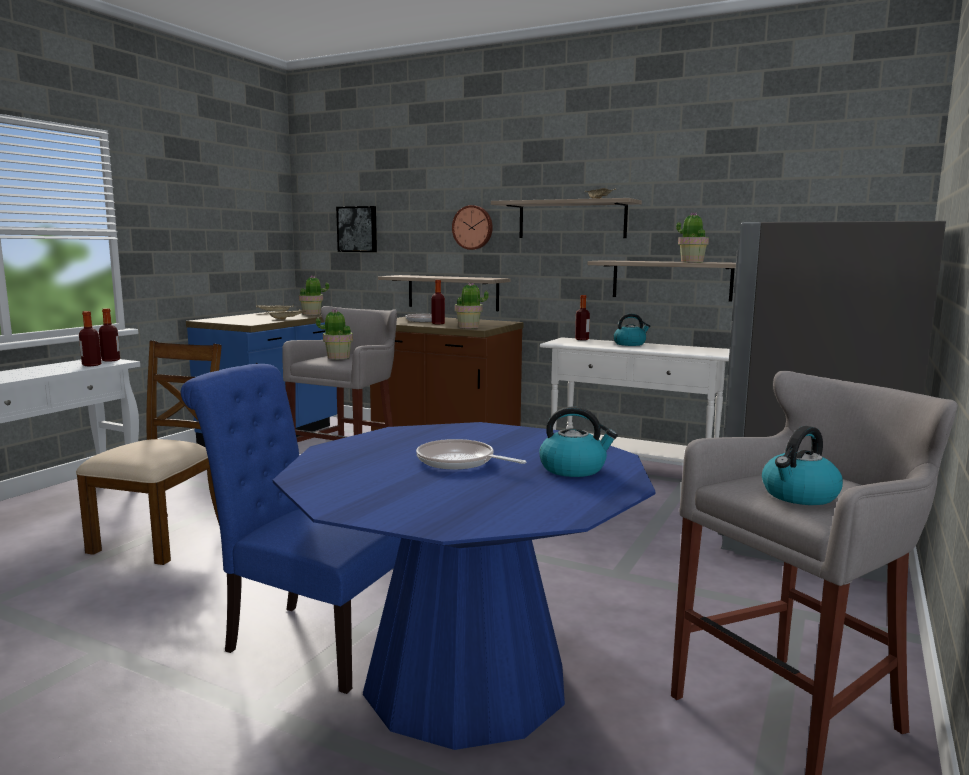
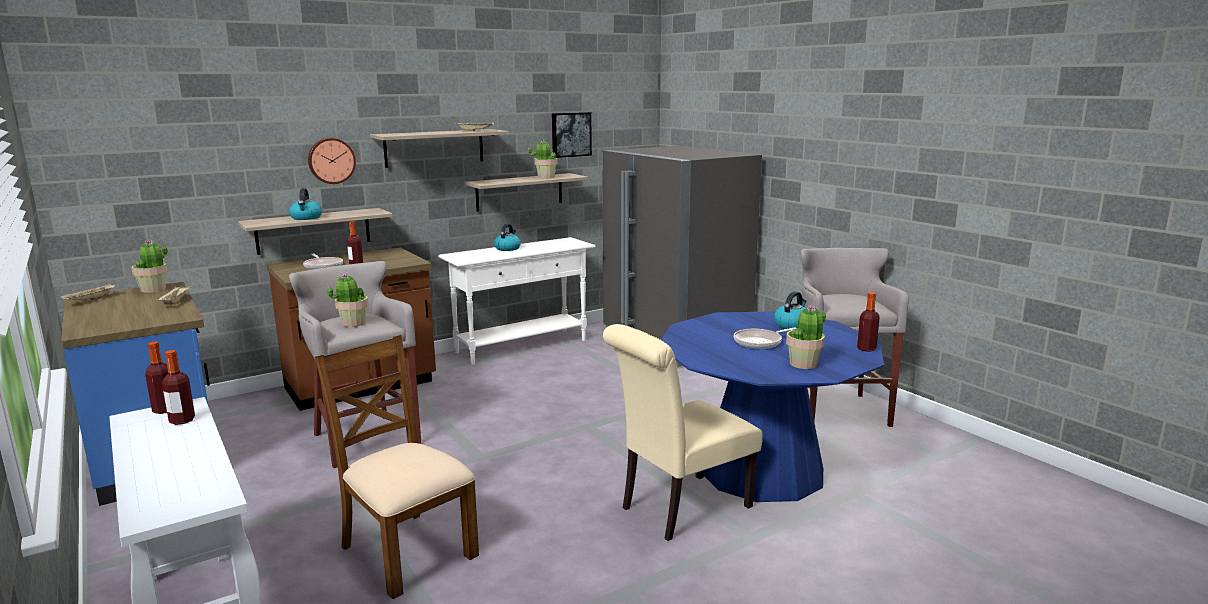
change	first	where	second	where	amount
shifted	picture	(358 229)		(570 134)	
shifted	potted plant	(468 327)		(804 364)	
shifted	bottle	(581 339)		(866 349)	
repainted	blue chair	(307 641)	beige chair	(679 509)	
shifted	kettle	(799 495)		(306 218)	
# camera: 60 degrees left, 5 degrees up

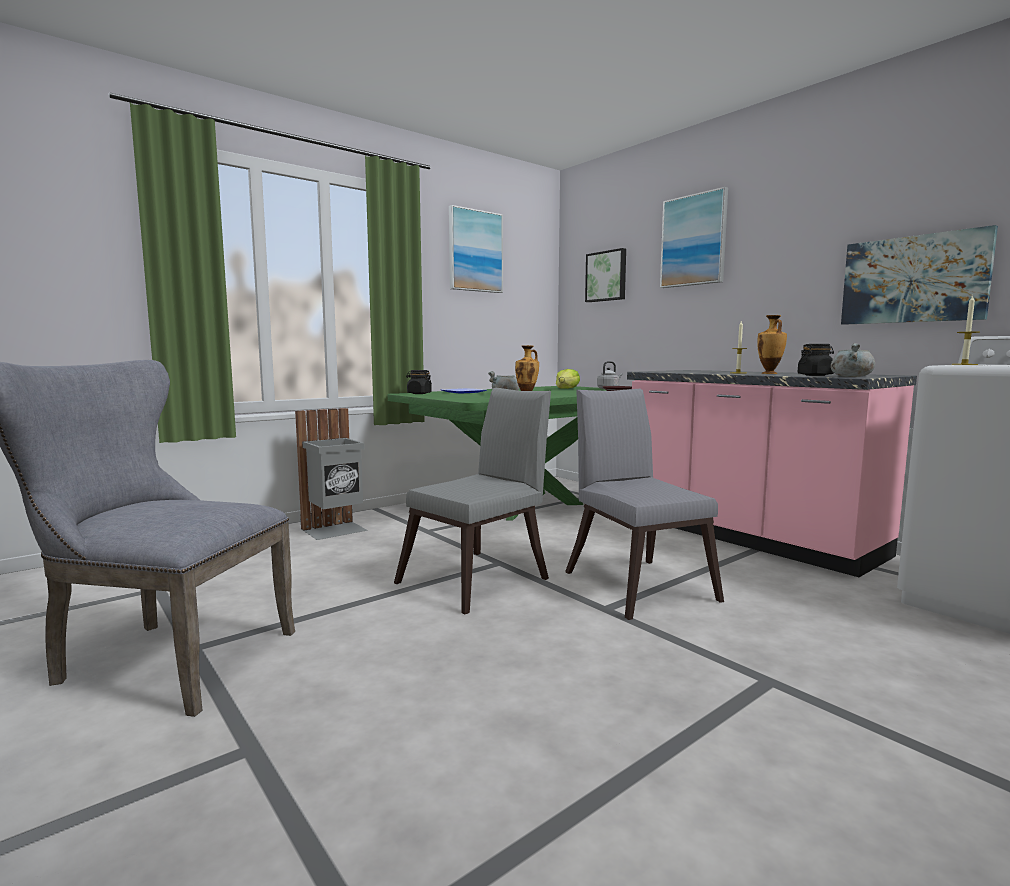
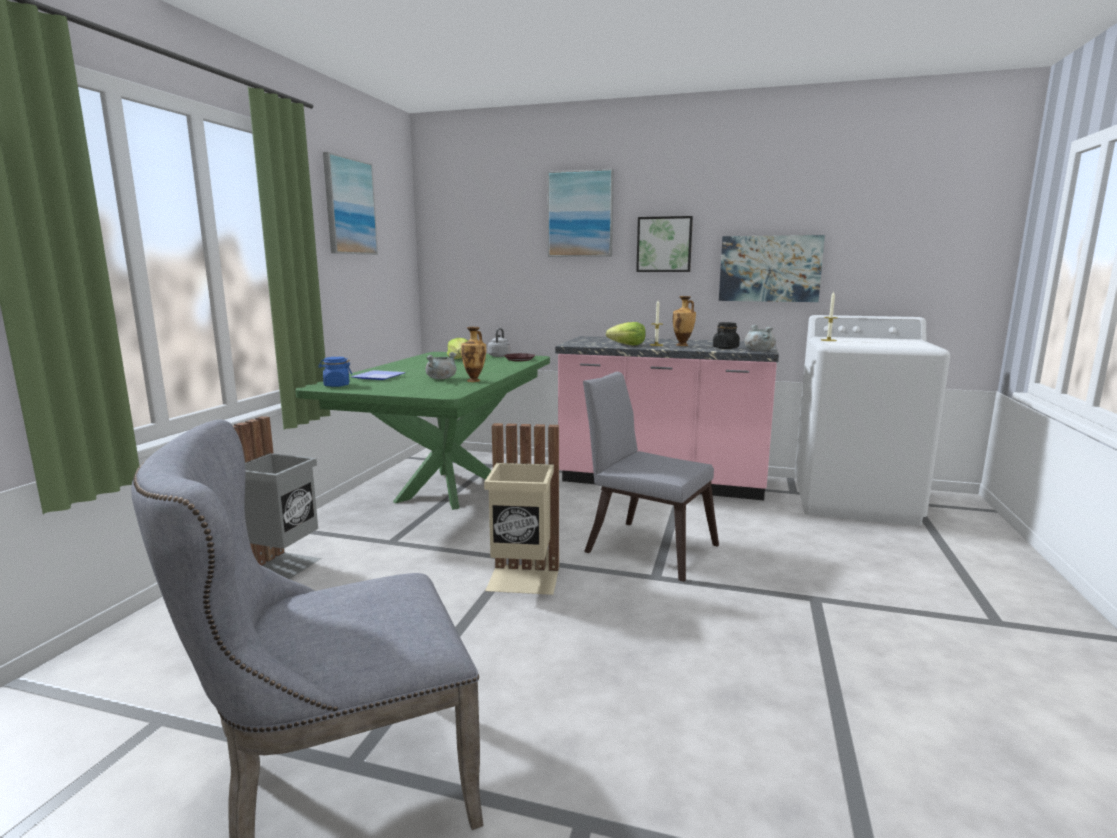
change	first	where	second	where	amount
shifted	picture	(607 276)		(664 244)	
repainted	black jar	(419 393)	blue jar	(336 385)	
swapped	grey chair	(481 579)	beige trash can	(523 580)	
new			lettuce	(627 345)	
# camera: 35 degrees left, 5 degrees up

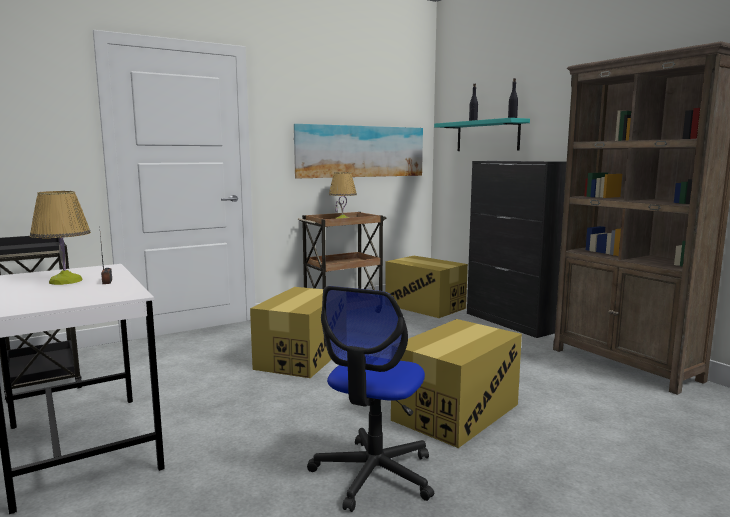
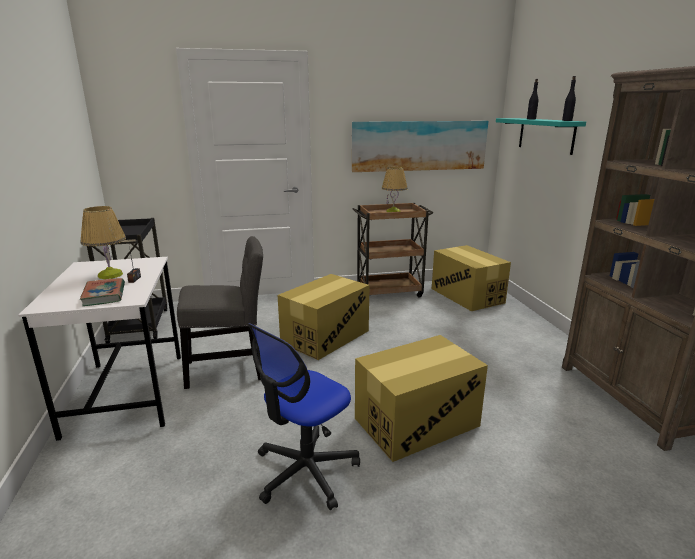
change	first	where	second	where	amount
gone	black cabinet	(510 322)			
new			grey chair	(229 369)	
new			book	(104 295)	
# camera: 20 degrees right, 10 degrees up

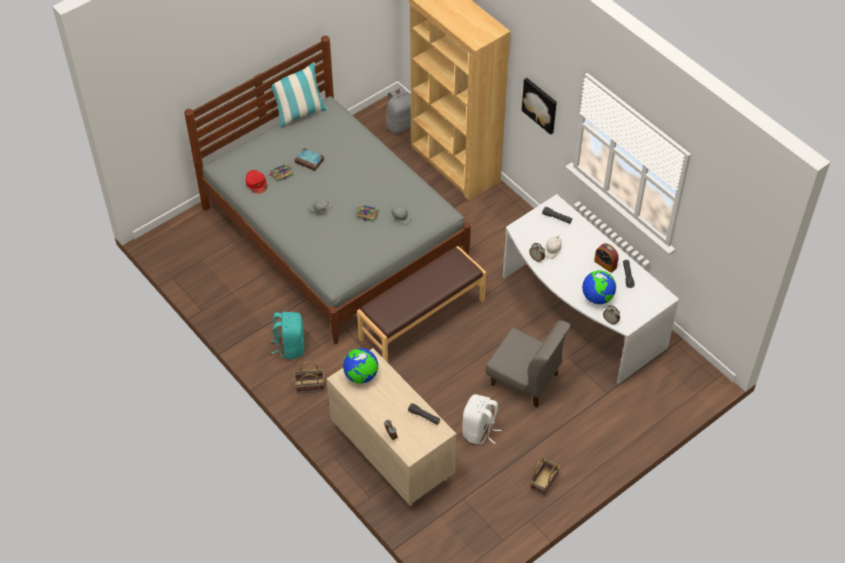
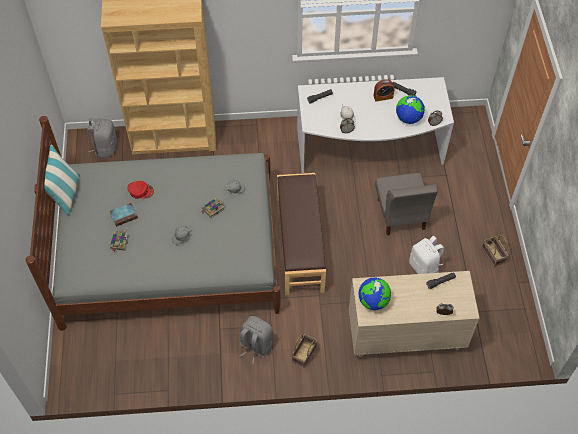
change	first	where	second	where	amount
gone	picture	(540 105)			
shifted	red cap	(256 183)		(141 191)	
repainted	turquoise backpack	(290 346)	grey backpack	(255 346)	
rotated	grey chair	(525 379)		(400 214)	105 degrees clockwise
# camera: 55 degrees left, 5 degrees up

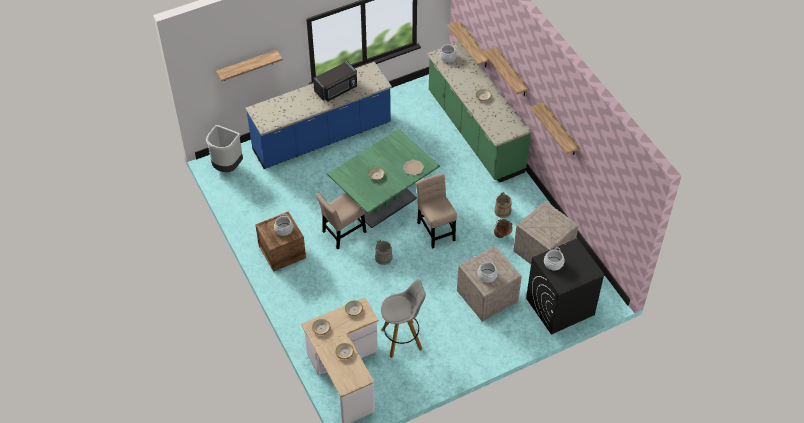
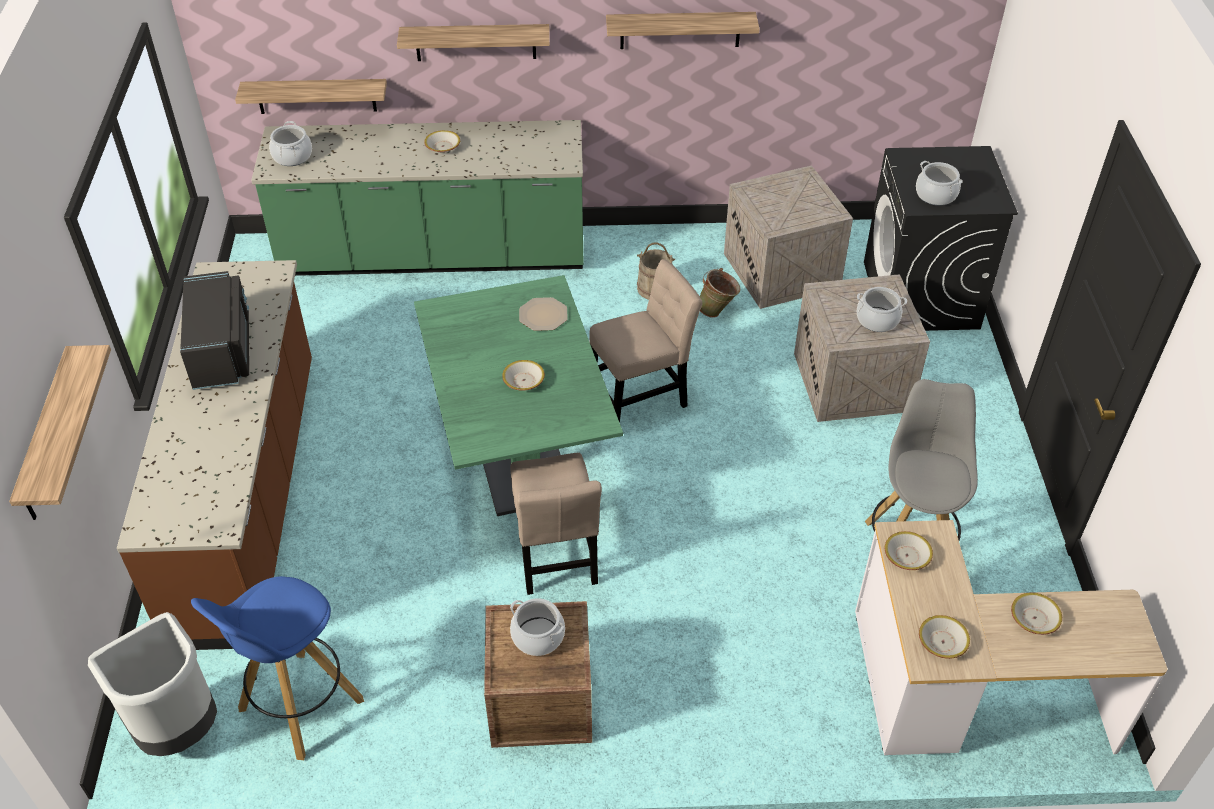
change	first	where	second	where	amount
repainted	blue counter	(322 138)	brown counter	(250 497)	
rotated	beige chair	(435 229)		(641 398)	150 degrees clockwise
gone	grey bucket	(383 257)			
new			blue stool	(299 706)	
# camera: 65 degrees left, 5 degrees down

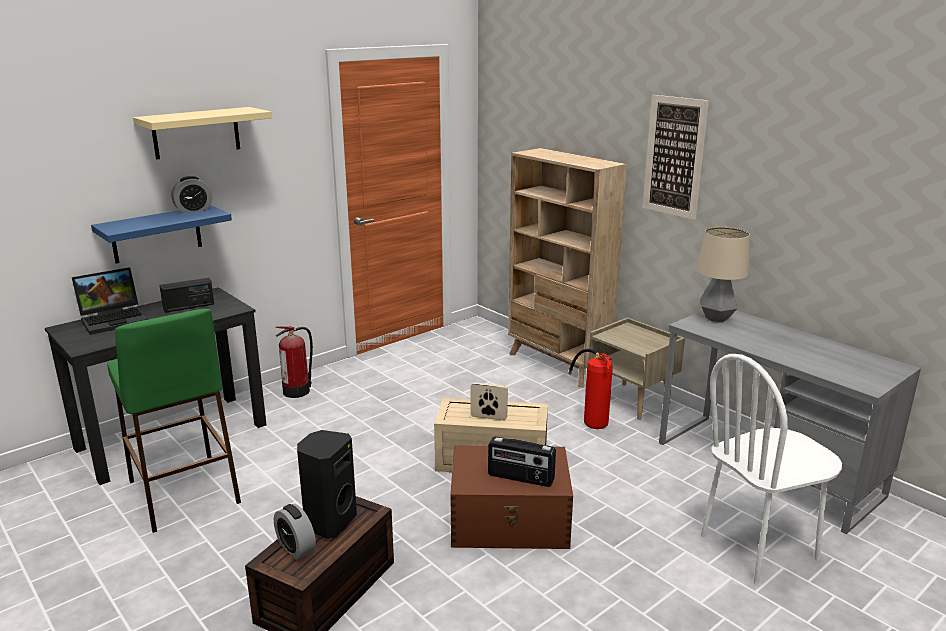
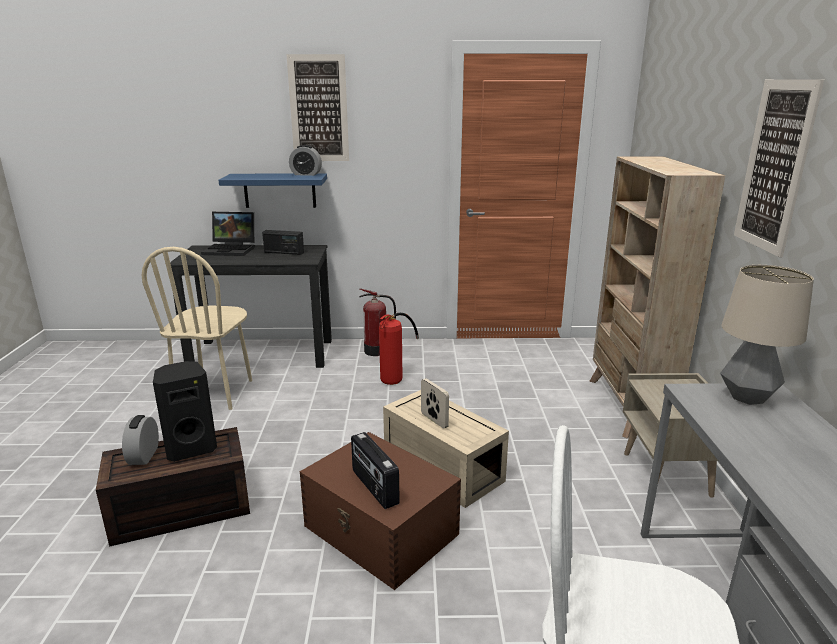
change	first	where	second	where	amount
swapped	beige shelf	(196 133)	picture	(319 109)	
swapped	green stool	(184 492)	beige chair	(214 393)	
shifted	fire extinguisher	(590 417)		(397 375)	
# camera: 40 degrees right, 0 degrees up

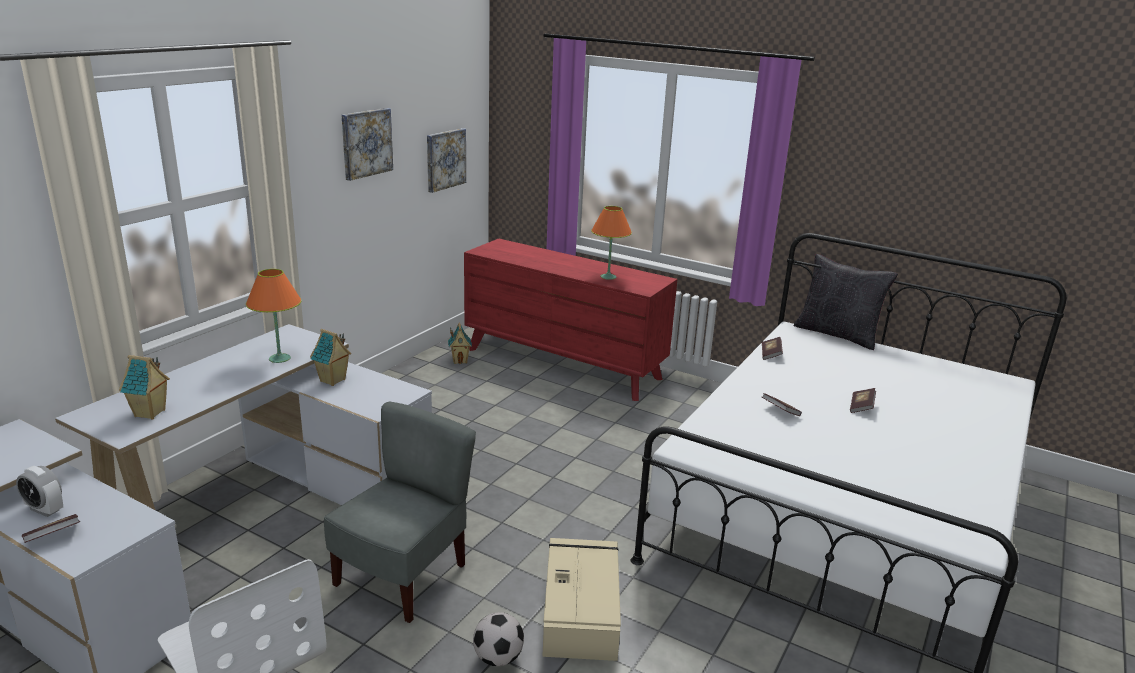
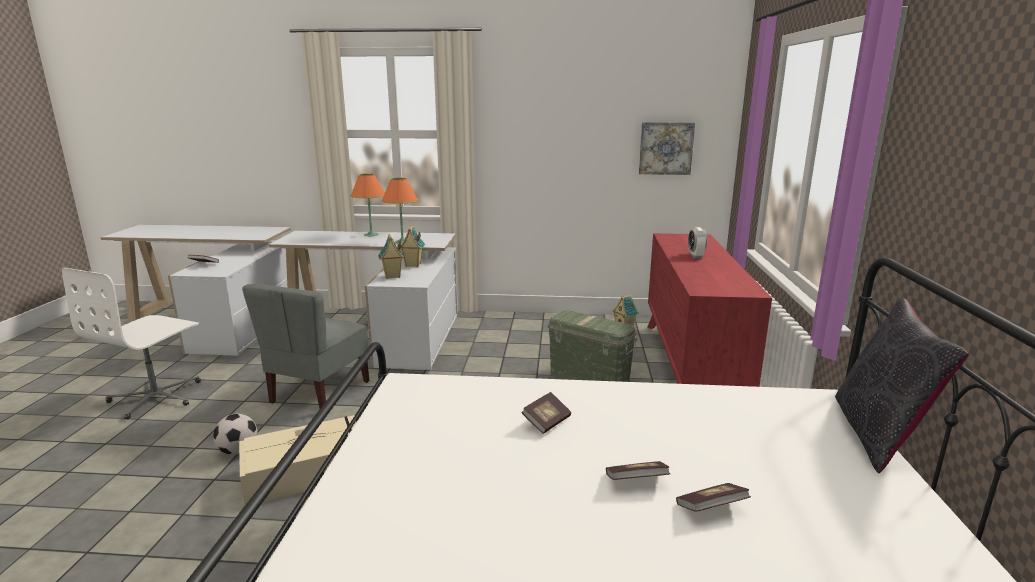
change	first	where	second	where	amount
gone	picture	(366 143)			
shifted	orange table lamp	(608 277)		(371 235)	
shifted	book	(770 354)		(711 508)	
shifted	toy house	(150 413)		(392 276)	
rotated	grey chair	(403 576)		(319 392)	105 degrees clockwise
shifted	alarm clock	(45 510)		(695 256)	
new			green storage box	(588 379)	
# camera: 65 degrees right, 5 degrees down

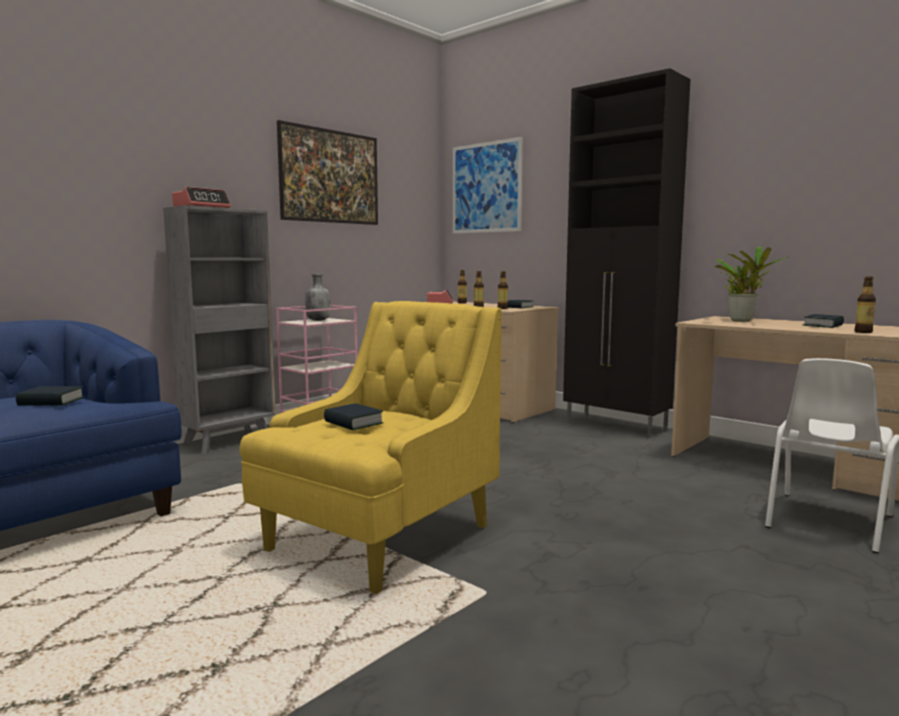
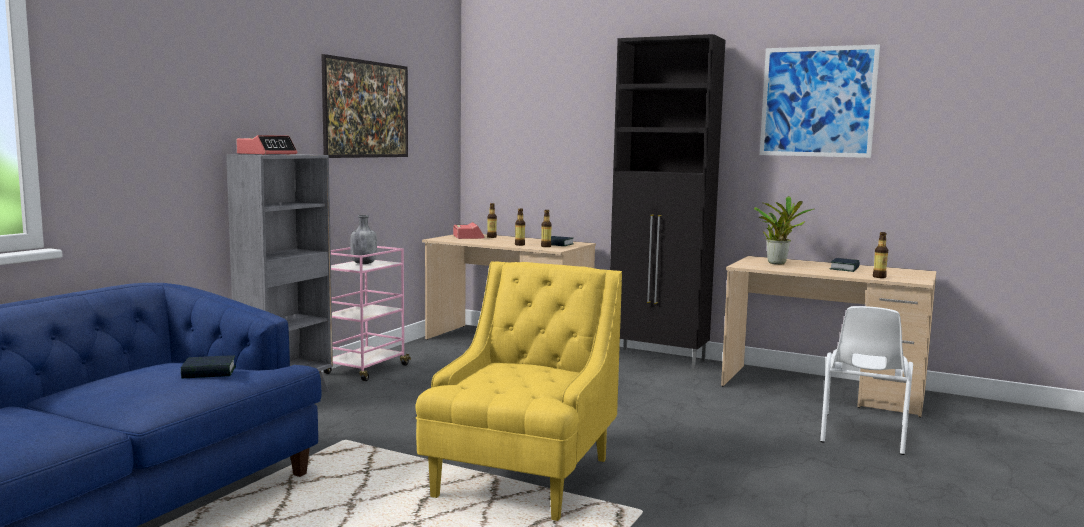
change	first	where	second	where	amount
shifted	picture	(486 187)		(817 102)	
gone	book	(353 423)			
# camera: 15 degrees left, 0 degrees up

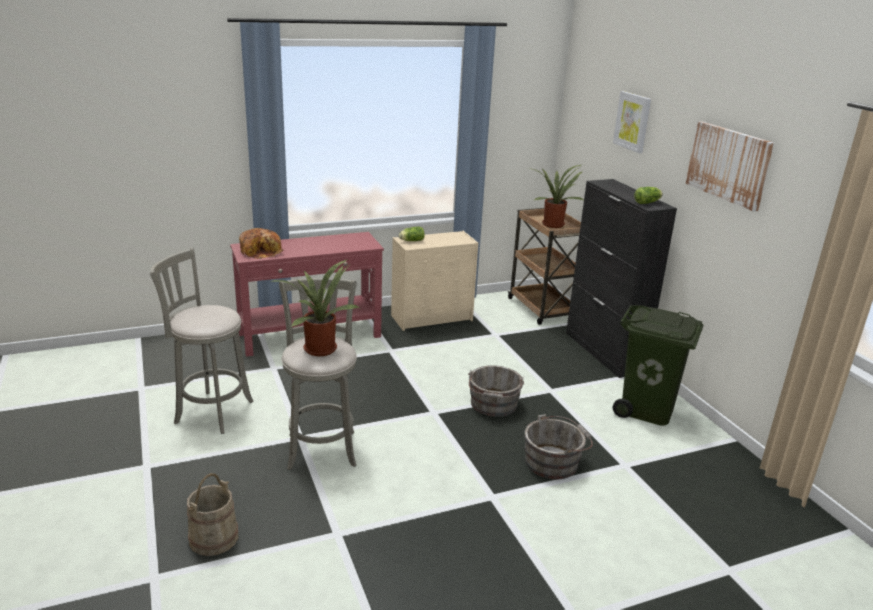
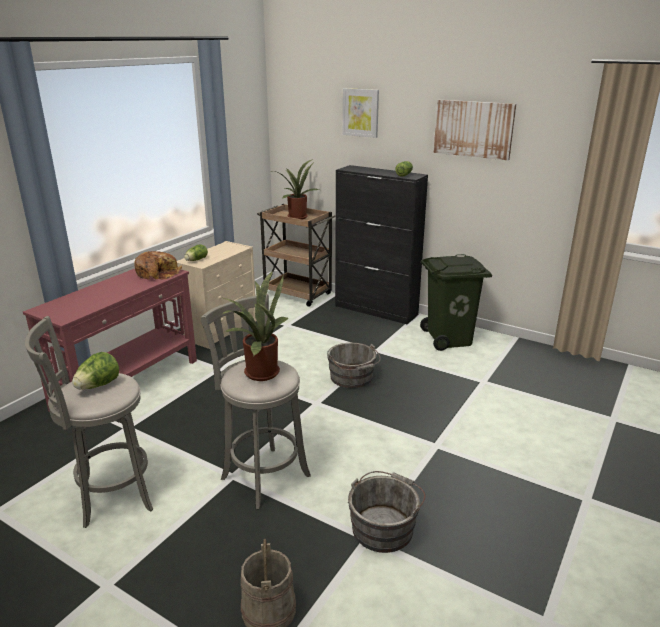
change	first	where	second	where	amount
shifted	bread	(261 251)		(158 273)	
shifted	grey bucket	(554 462)		(384 526)	
new			lettuce	(98 386)	
# camera: 35 degrees left, 0 degrees up

